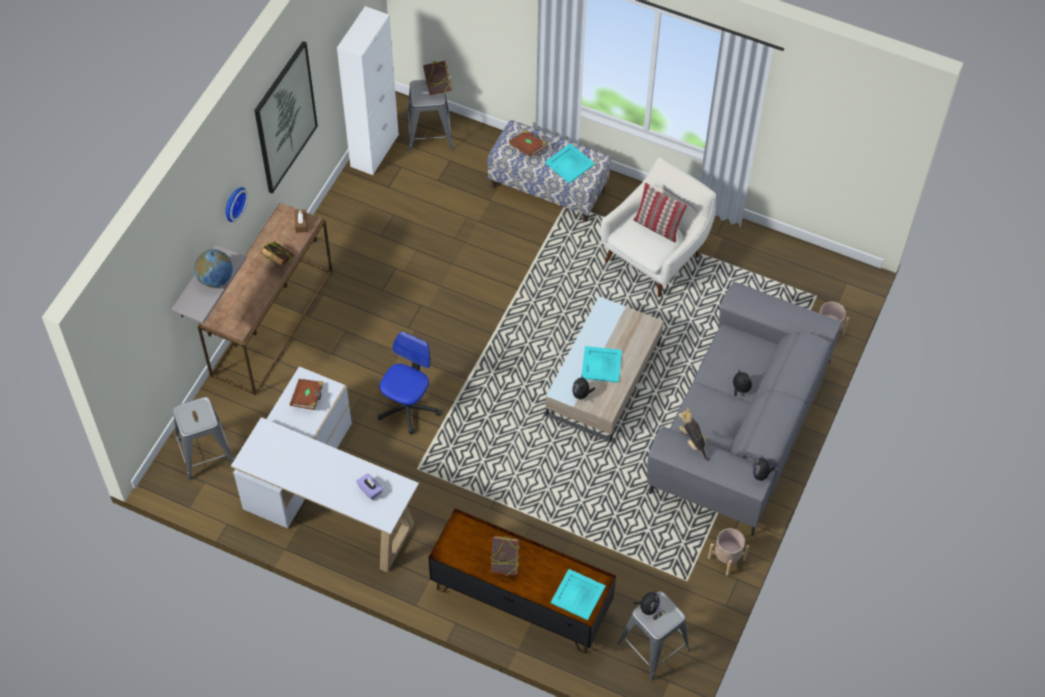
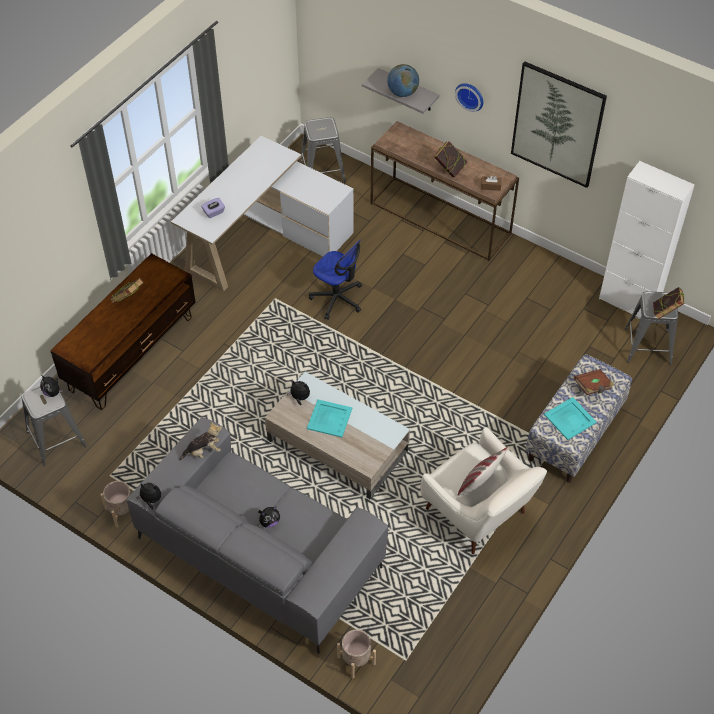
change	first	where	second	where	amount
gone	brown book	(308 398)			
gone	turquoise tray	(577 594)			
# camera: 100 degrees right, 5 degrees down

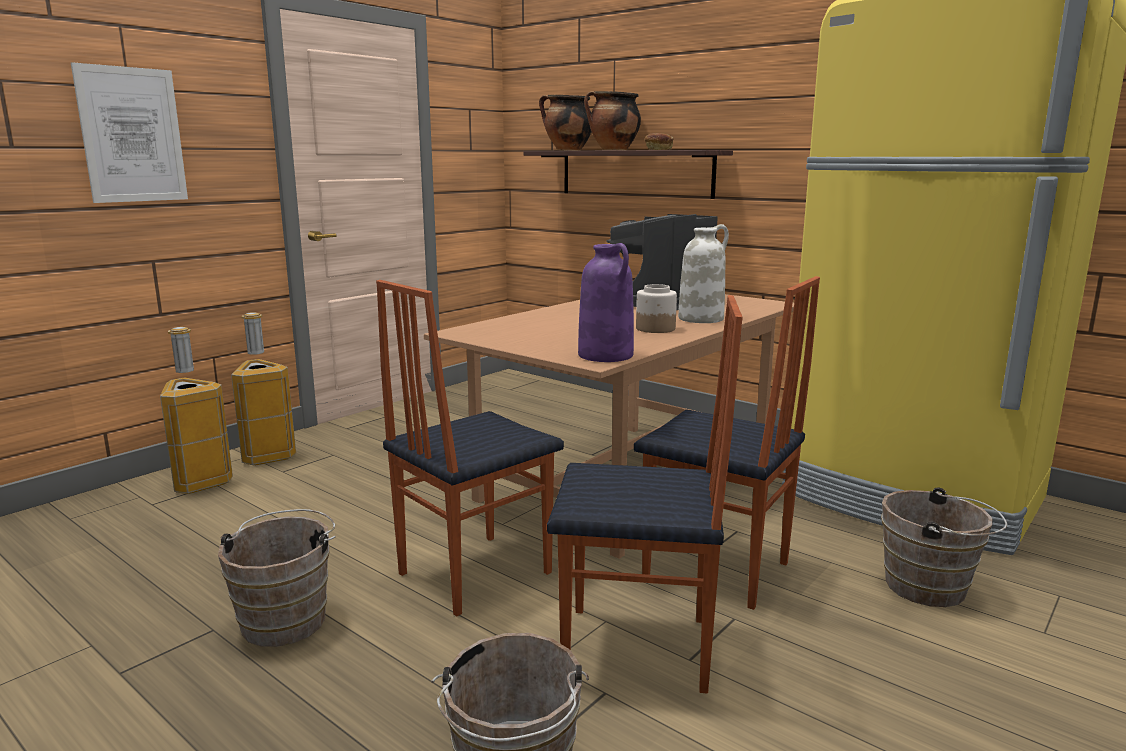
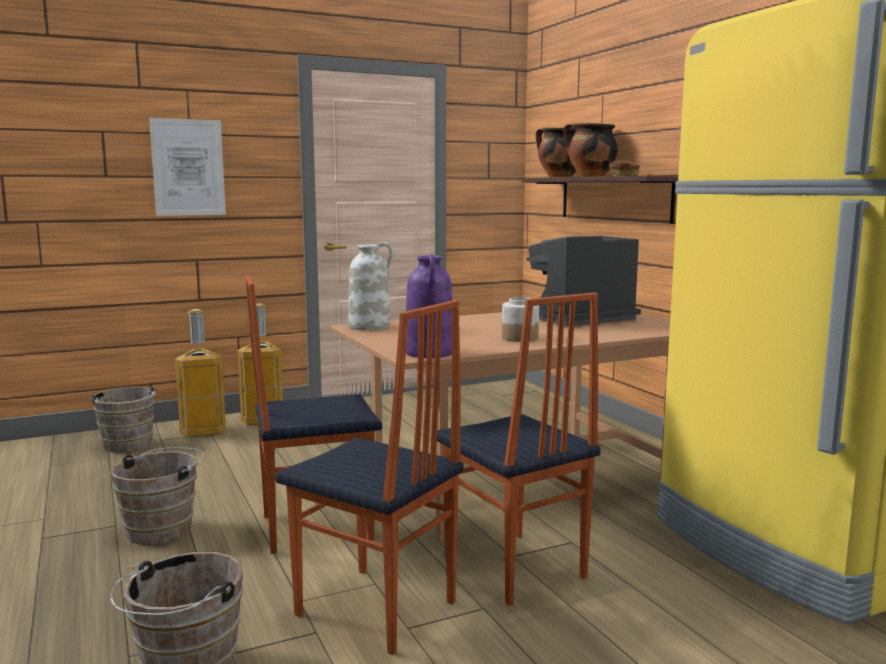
change	first	where	second	where	amount
shifted	white vase	(701 318)		(370 326)	
shifted	brown bucket	(932 589)		(128 446)	
# camera: 25 degrees right, 5 degrees down

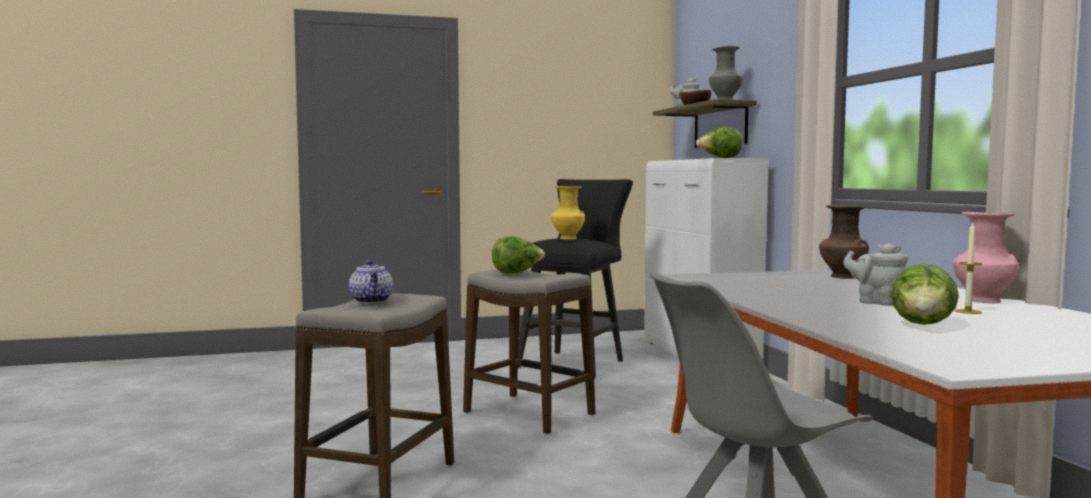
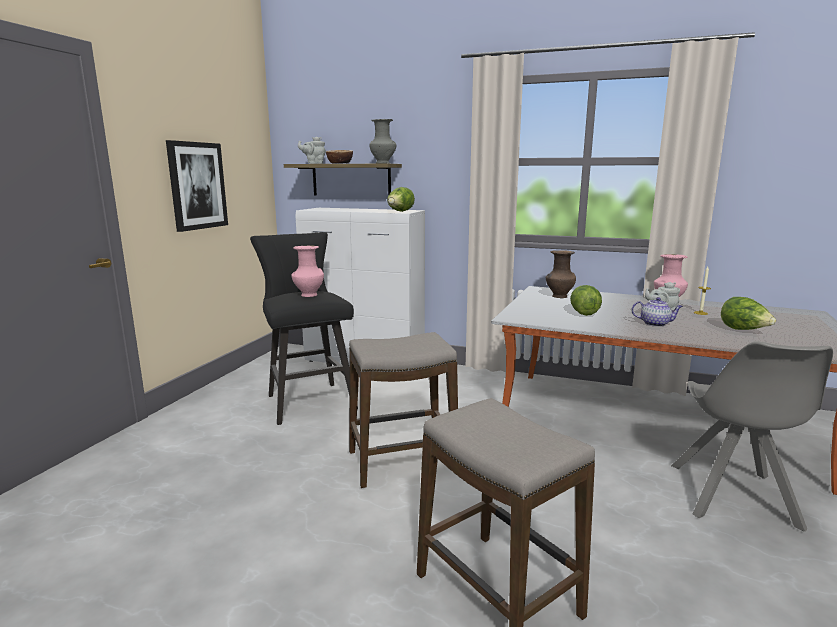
change	first	where	second	where	amount
repainted	yellow vase	(567 239)	pink vase	(308 295)	
shifted	lettuce	(517 273)		(583 313)	
shifted	teapot	(372 301)		(655 324)	
new			picture	(197 186)	
# camera: 55 degrees left, 10 degrees up

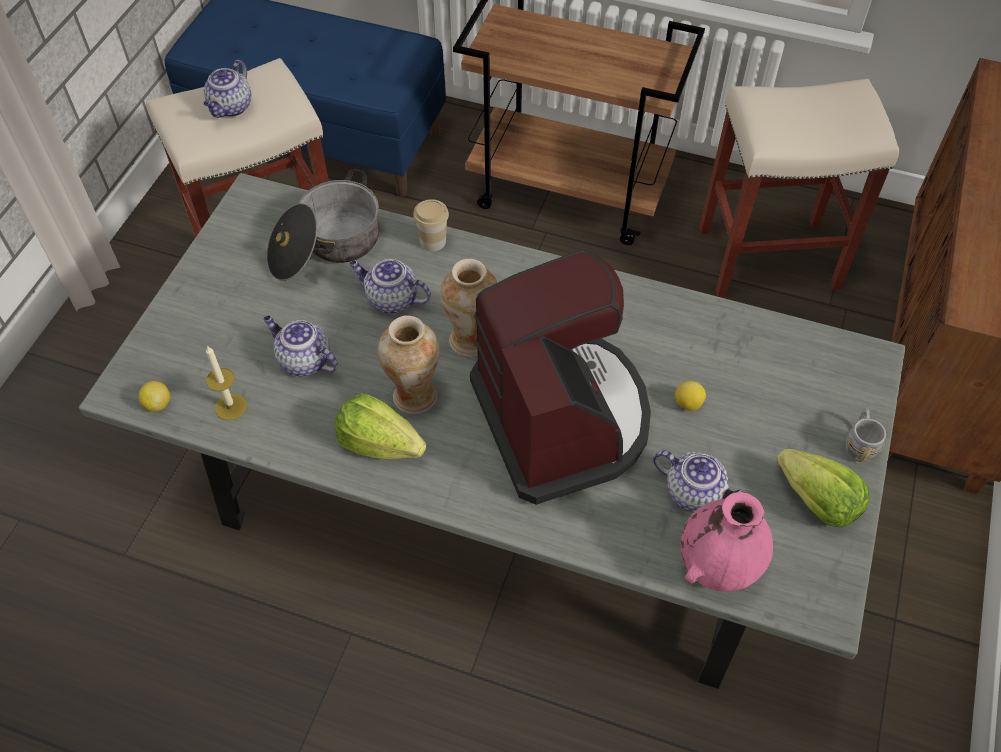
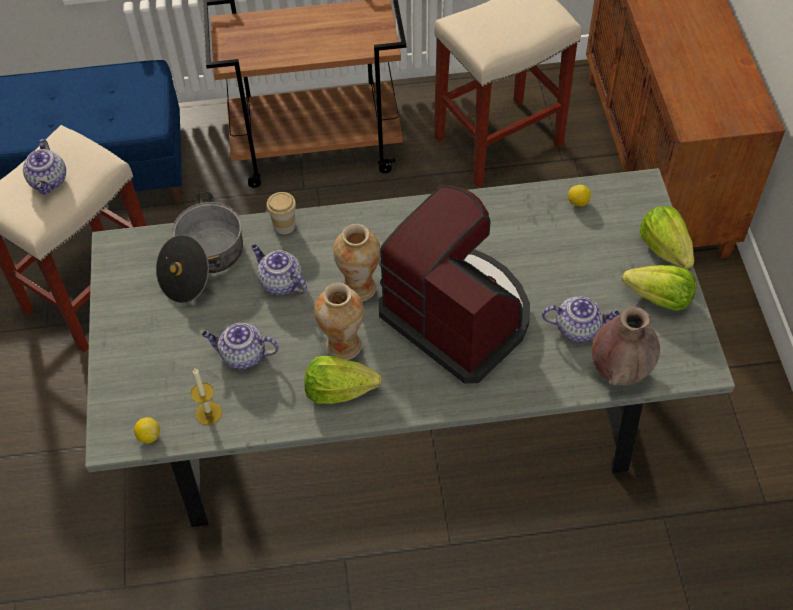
change	first	where	second	where	amount
rotated	teapot	(391 299)		(280 282)	45 degrees clockwise
shifted	lemon	(687 403)		(577 202)	
swapped	grey mug	(859 444)	lettuce	(665 248)	
repainted	pink vase	(717 567)	brown vase	(619 370)	
# camera: 25 degrees left, 0 degrees up

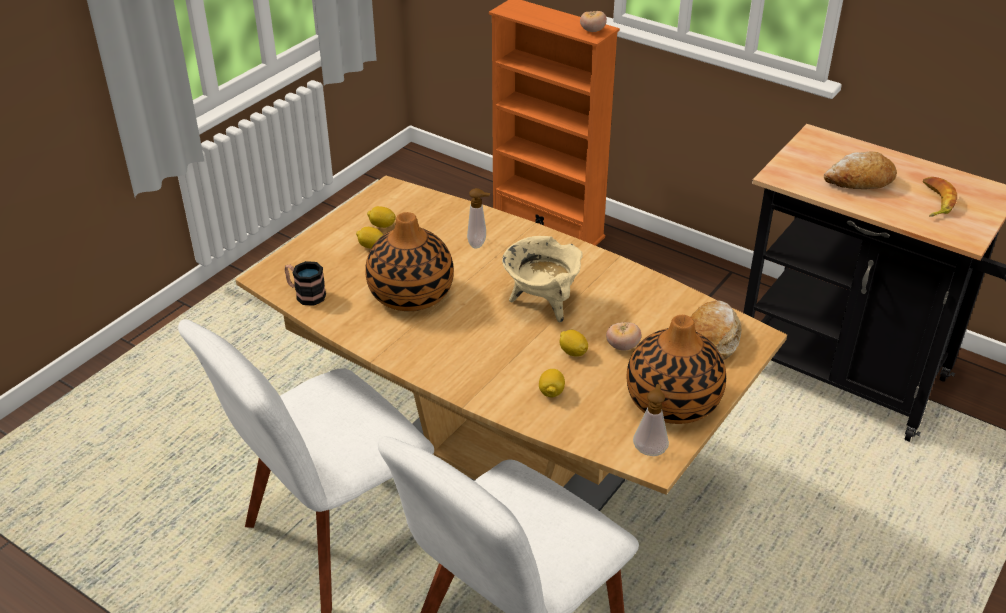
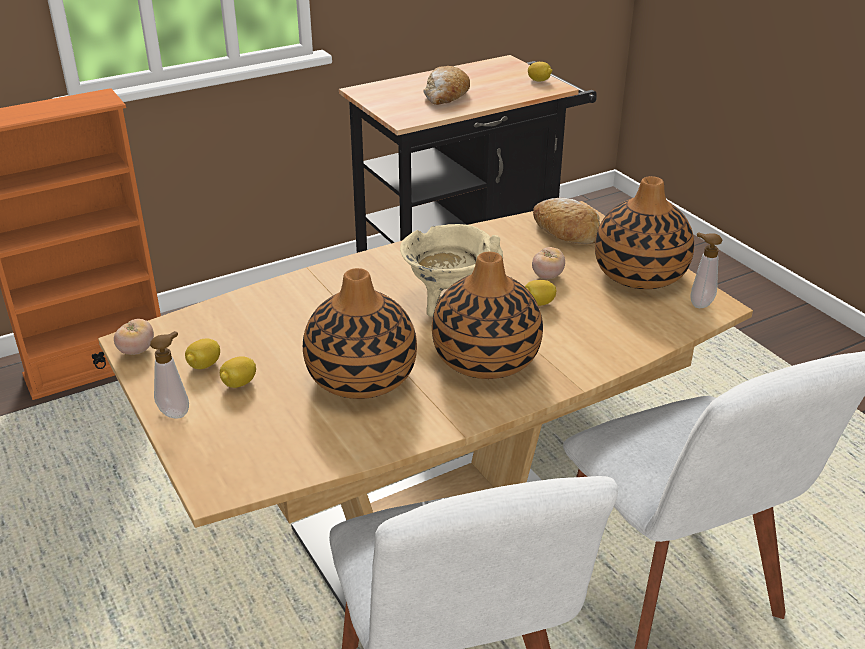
change	first	where	second	where	amount
shifted	tomato	(592 31)		(136 350)	
gone	banana	(934 201)			
shifted	soap dispenser	(479 244)		(176 411)	
gone	mug	(305 294)			
shifted	lemon	(551 392)		(539 80)	
new			vase	(486 359)	
# camera: 65 degrees left, 5 degrees down

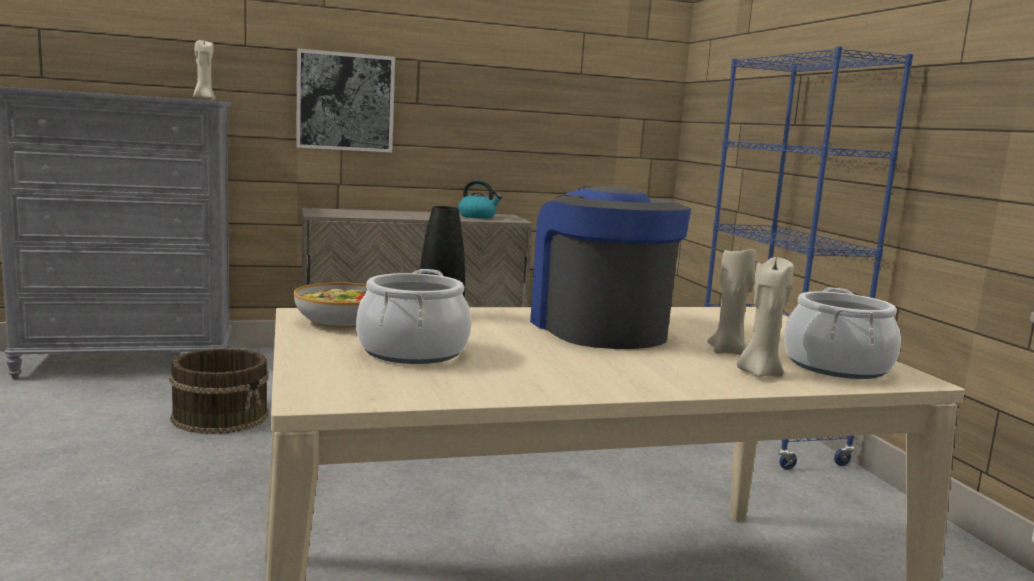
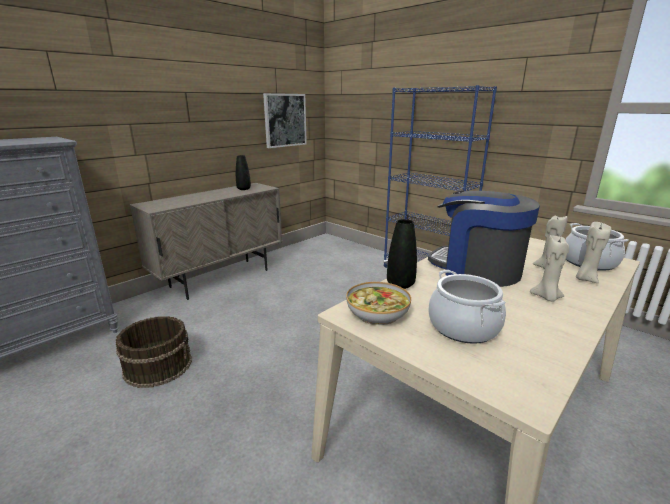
change	first	where	second	where	amount
shifted	beige candle	(204 99)		(546 297)	
shifted	picture	(345 102)		(285 120)	
swapped	kettle	(477 216)	black vase	(243 189)	
# camera: 30 degrees left, 10 degrees up

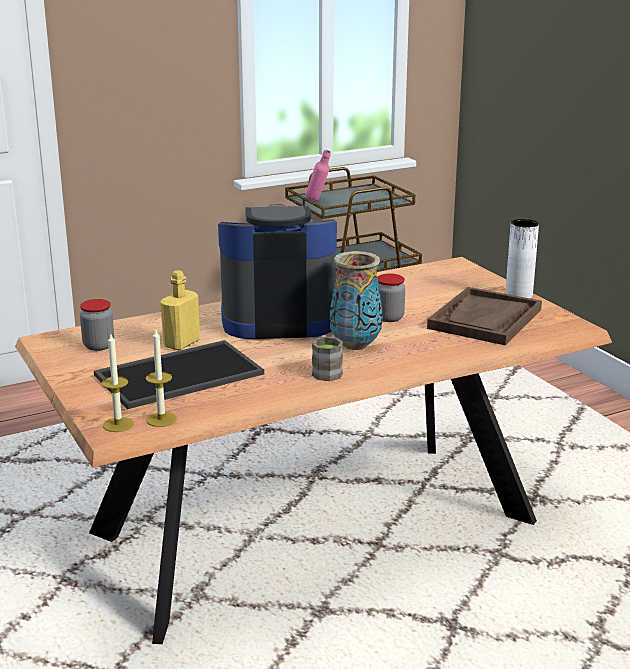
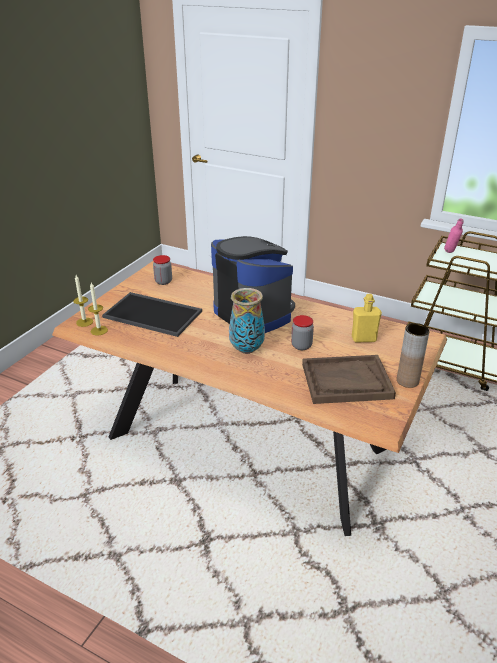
change	first	where	second	where	amount
repainted	white vase	(518 295)	brown vase	(407 381)	
shifted	yellow bottle	(181 343)		(363 339)	
gone	brown mug	(326 371)			
# camera: 55 degrees right, 10 degrees up

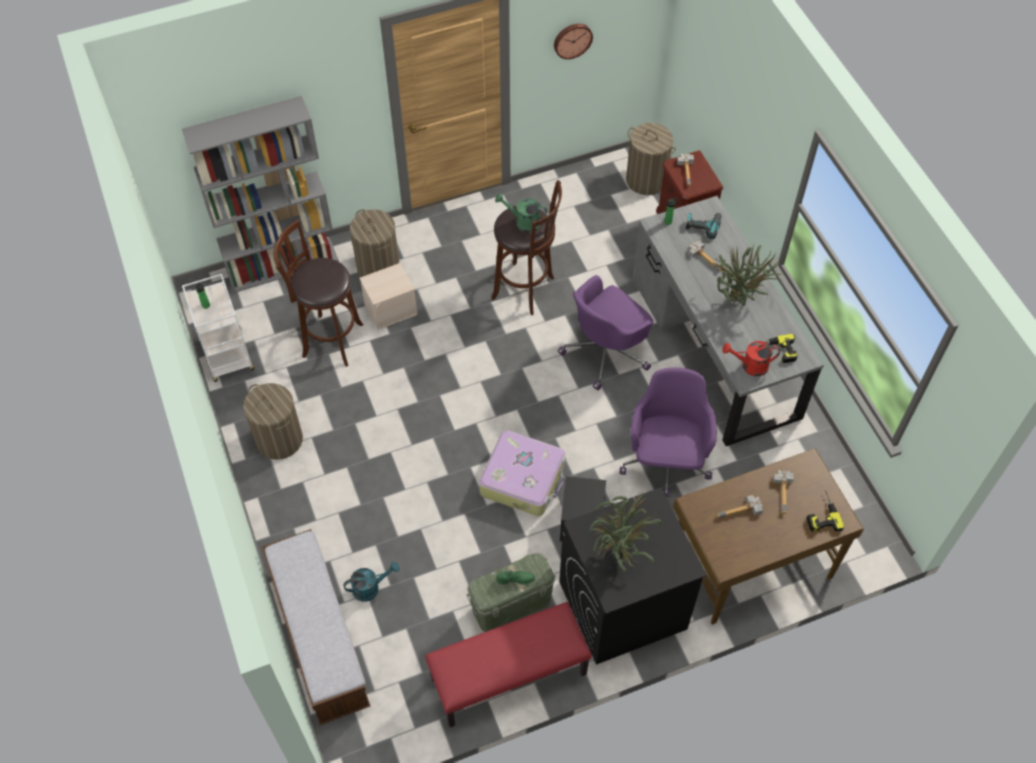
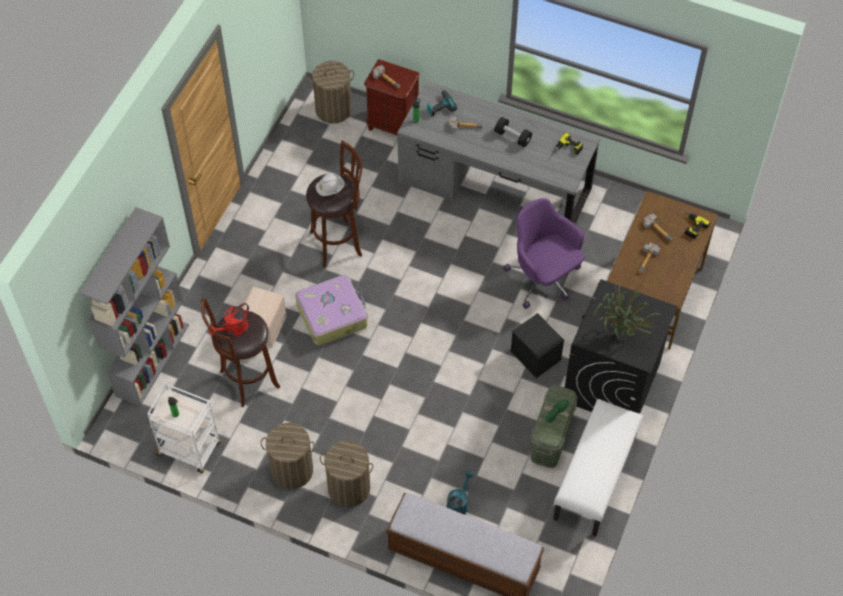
change	first	where	second	where	amount
gone	wall clock	(572 39)			
swapped	green watering can	(523 222)	white hard hat	(330 189)	
shifted	laundry basket	(378 266)		(348 488)	
swapped	potted plant	(739 301)	black dumbbell	(512 137)	
gone	purple office chair	(606 351)			
shifted	red watering can	(750 366)		(233 330)	
shifted	suitcase	(523 479)		(332 315)	
repainted	red bench	(508 677)	white bench	(595 479)	
# camera: 45 degrees left, 0 degrees up

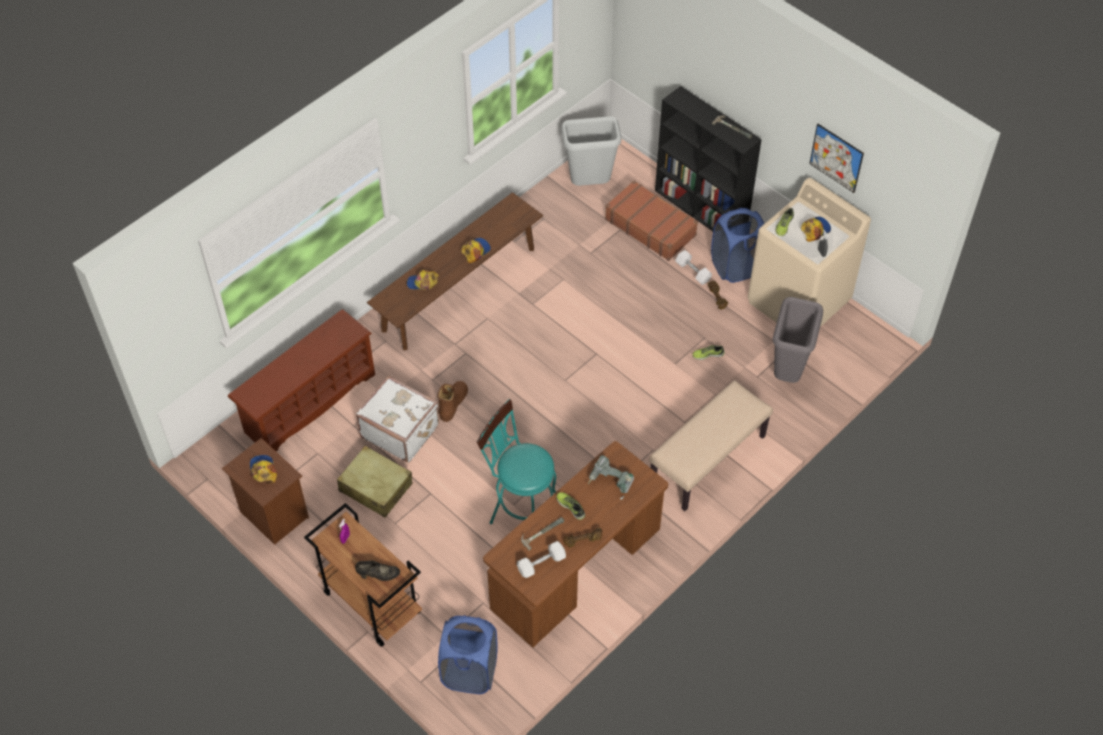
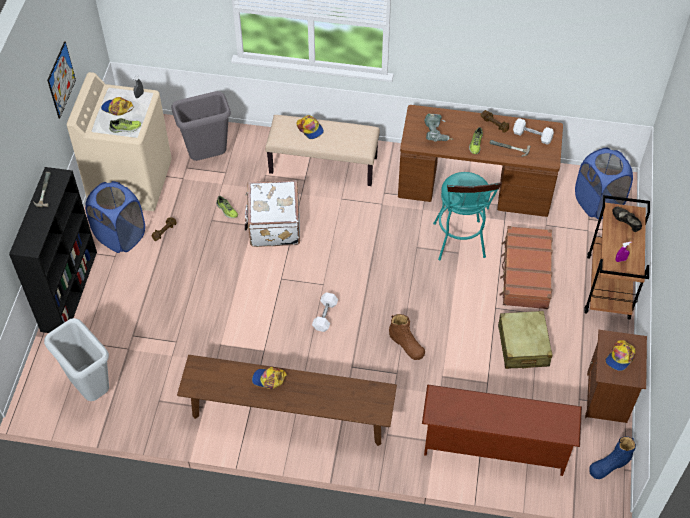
change	first	where	second	where	amount
shifted	brown suitcase	(650 227)		(525 273)	
shifted	white dumbbell	(693 272)		(325 316)	
shifted	cap	(422 283)		(310 129)	
shifted	white suitcase	(400 430)		(273 226)	
rotated	brown boot	(453 403)		(406 344)	120 degrees counterclockwise
new			blue boot	(610 465)	
# camera: 125 degrees left, 0 degrees up

